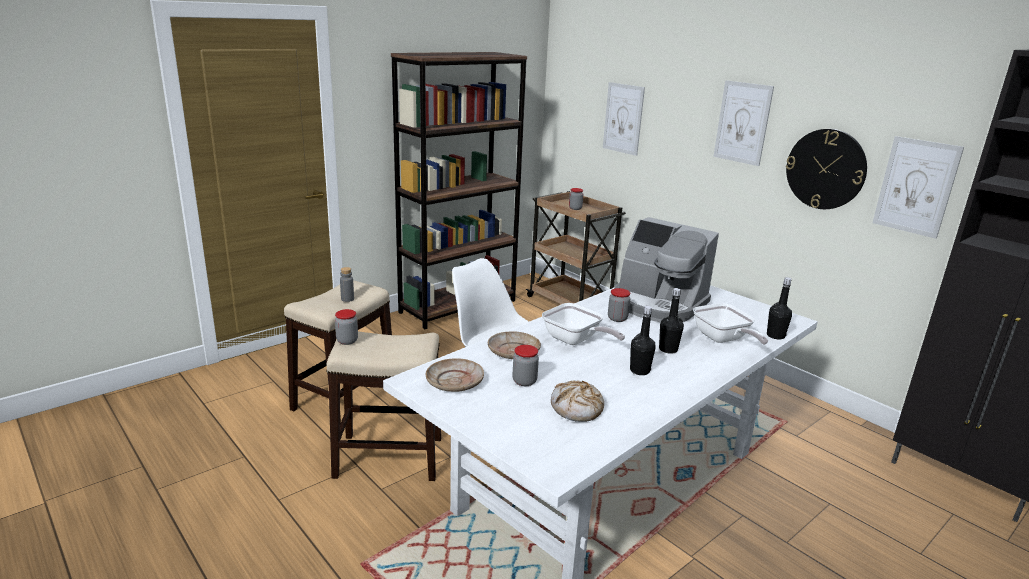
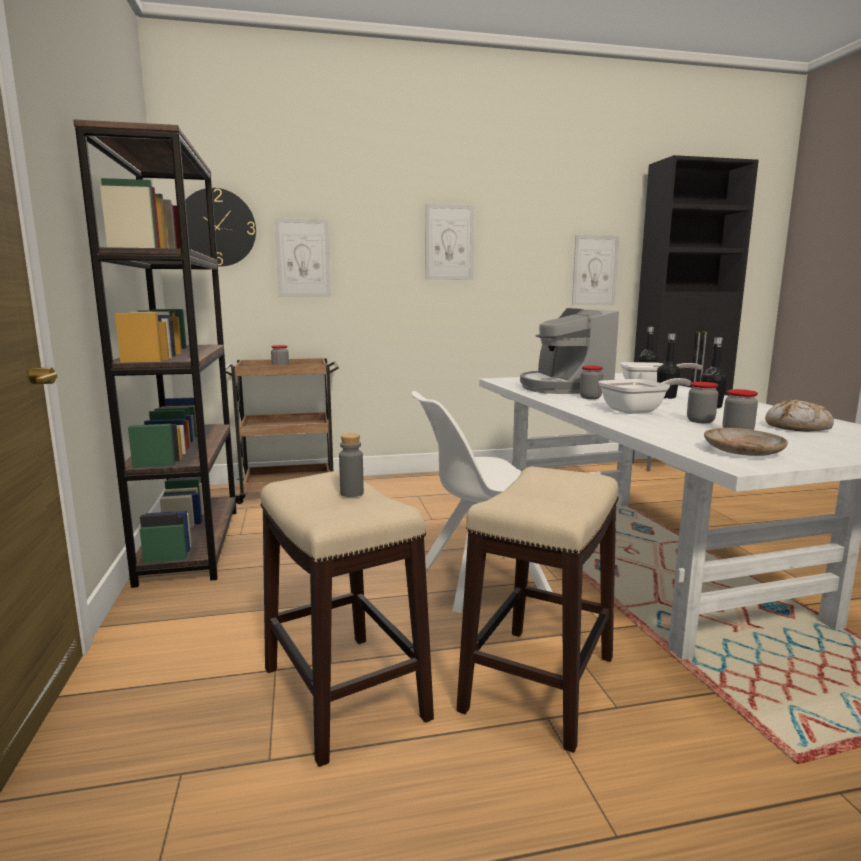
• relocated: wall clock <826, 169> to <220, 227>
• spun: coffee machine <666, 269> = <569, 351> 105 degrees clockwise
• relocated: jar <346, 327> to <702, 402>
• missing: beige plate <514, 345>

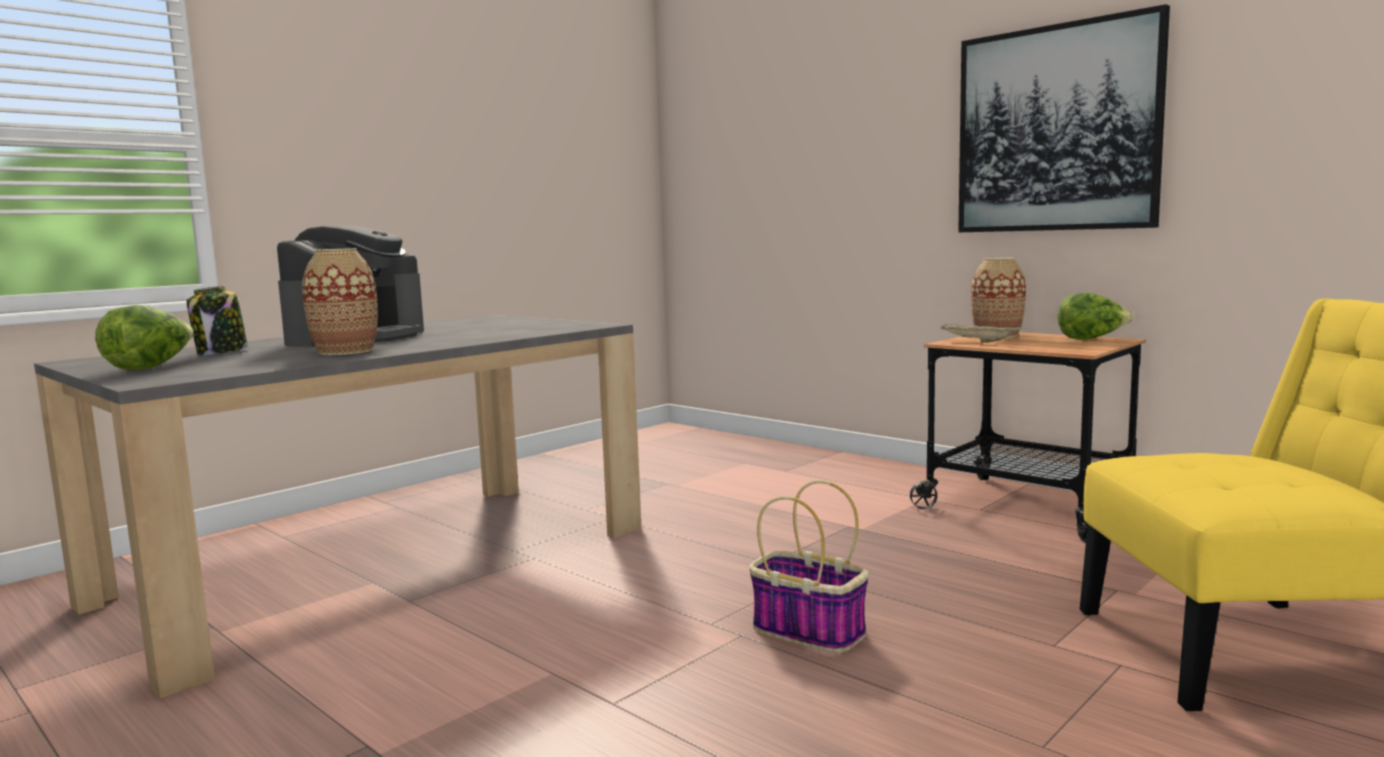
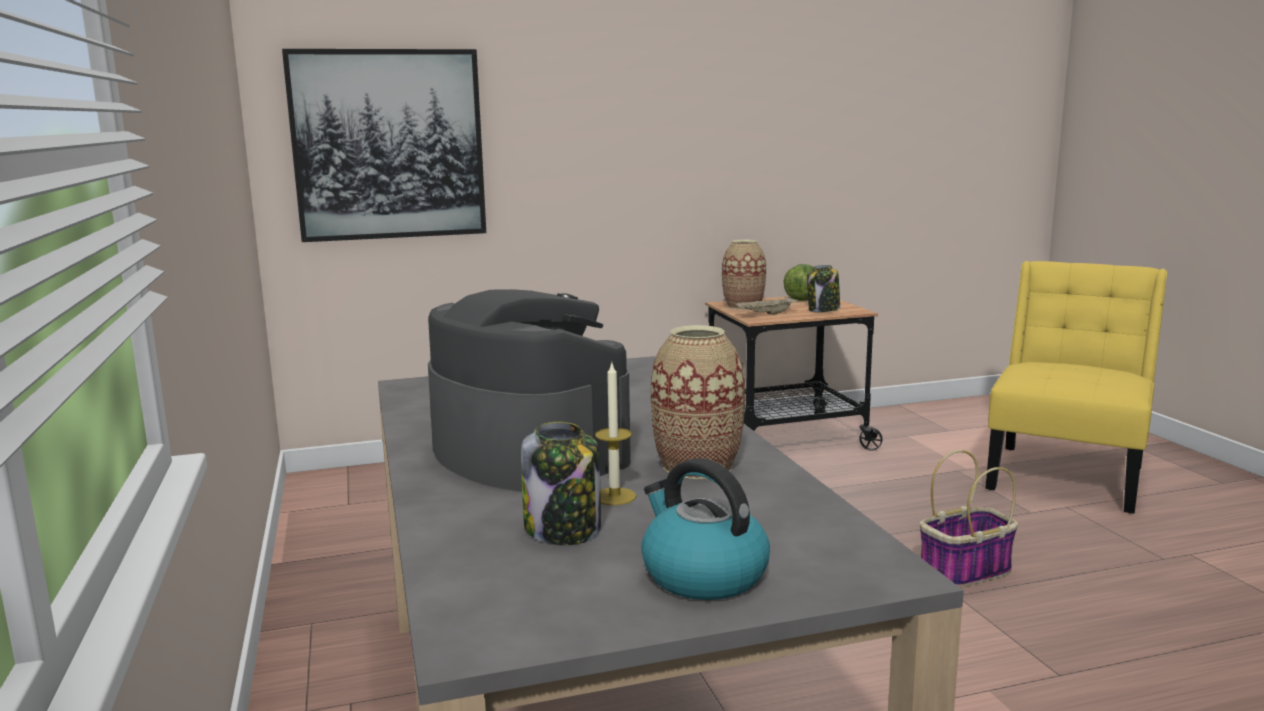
• relocated: picture <1064, 118> to <384, 145>
• exchanged: lettuce <144, 337> to kettle <705, 529>
• appeared: jar <823, 288>
• appeared: candle <615, 434>

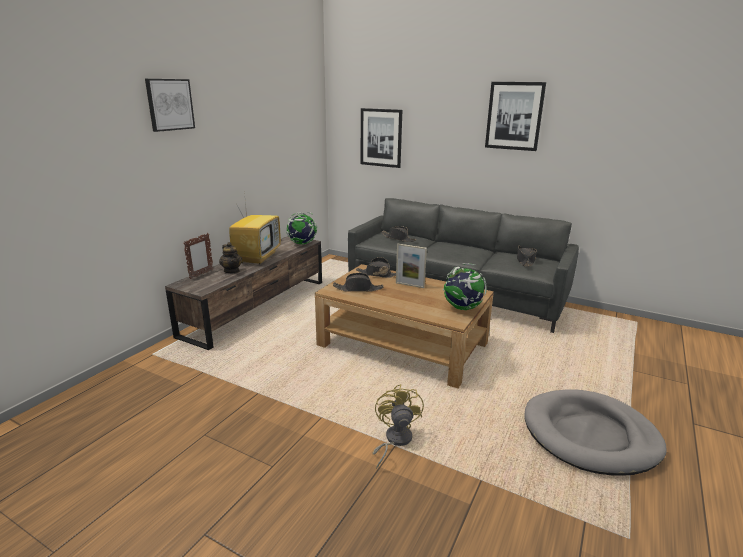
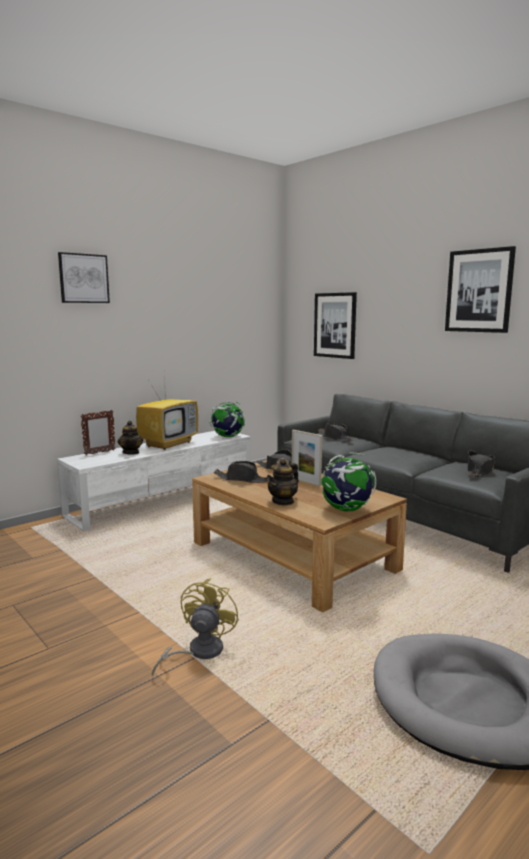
• colour: brown tv stand <243, 292> to white tv stand <154, 481>
• appeared: teapot <283, 482>

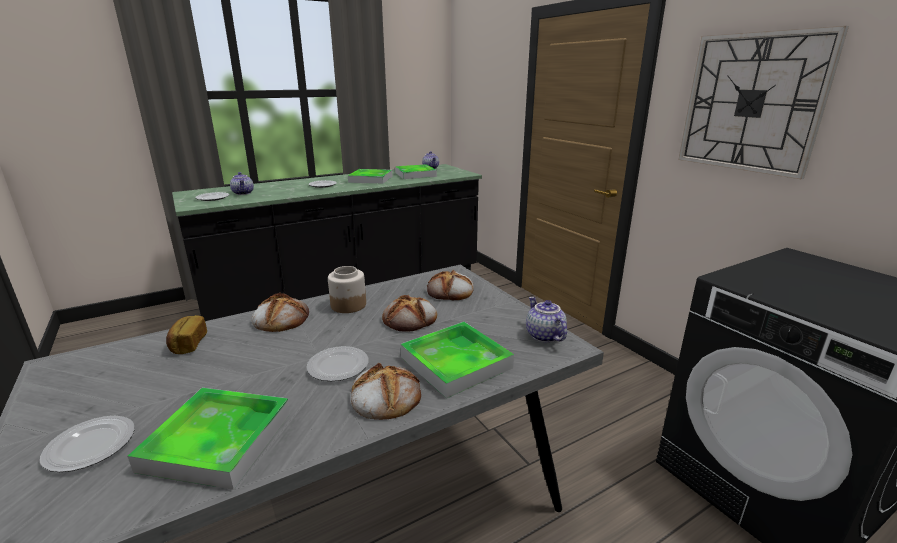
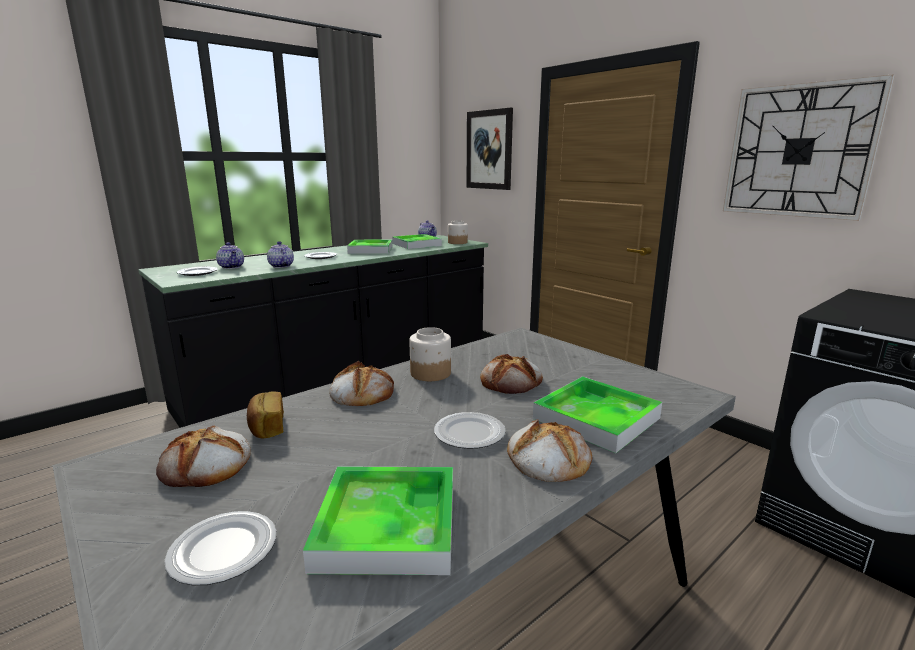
• relocated: bread <450, 285> to <203, 456>
• relocated: teapot <546, 319> to <280, 254>
• appeared: picture <490, 148>
• appeared: jar <458, 232>

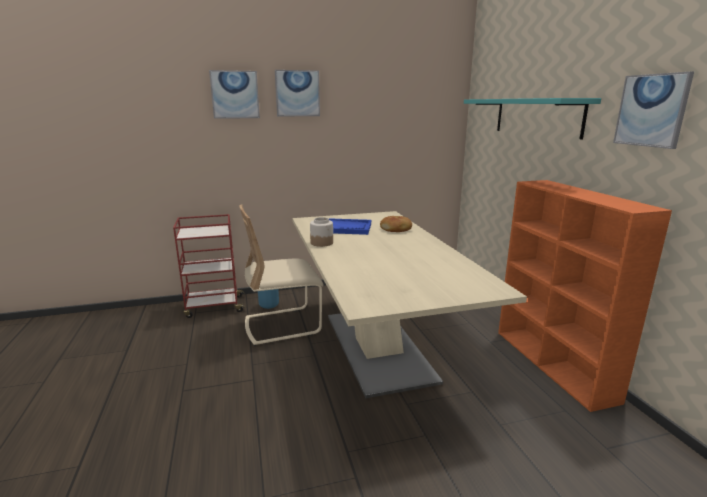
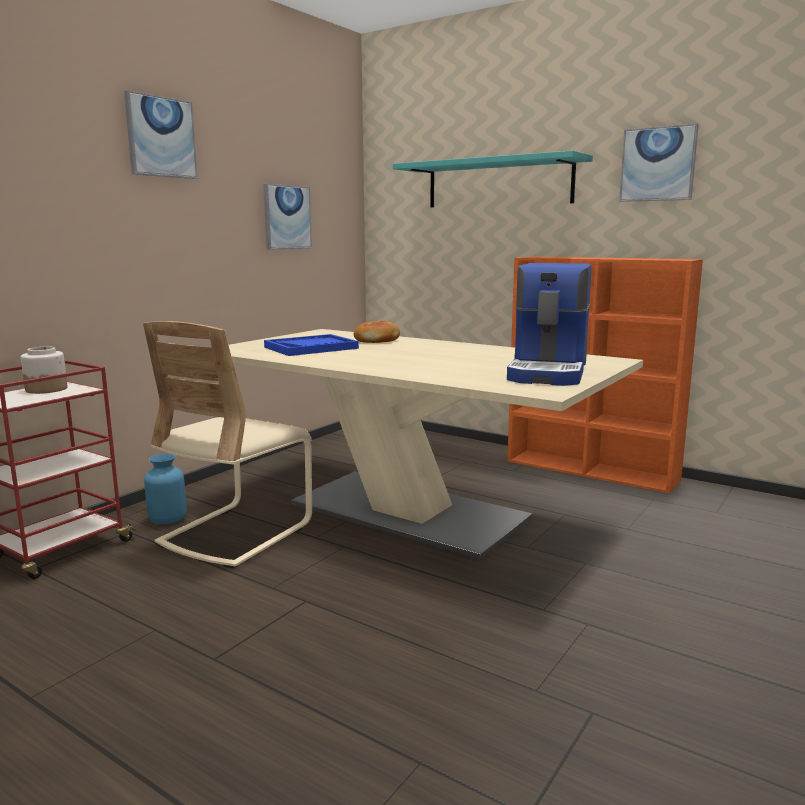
• relocated: picture <234, 94> to <287, 217>
• relocated: jar <321, 232> to <44, 370>
• appeared: coffee machine <549, 324>

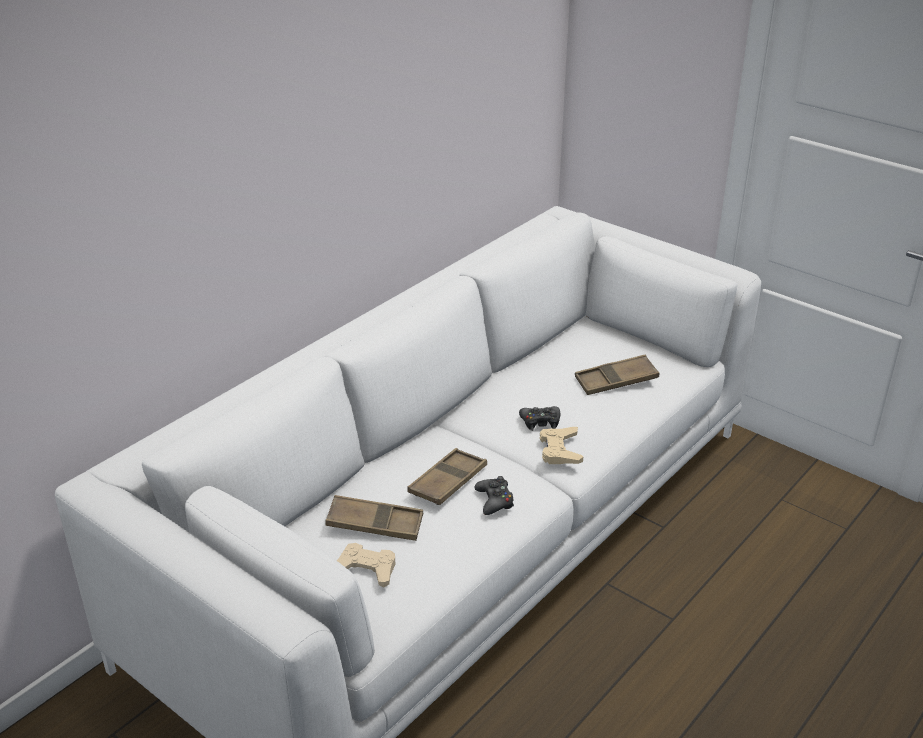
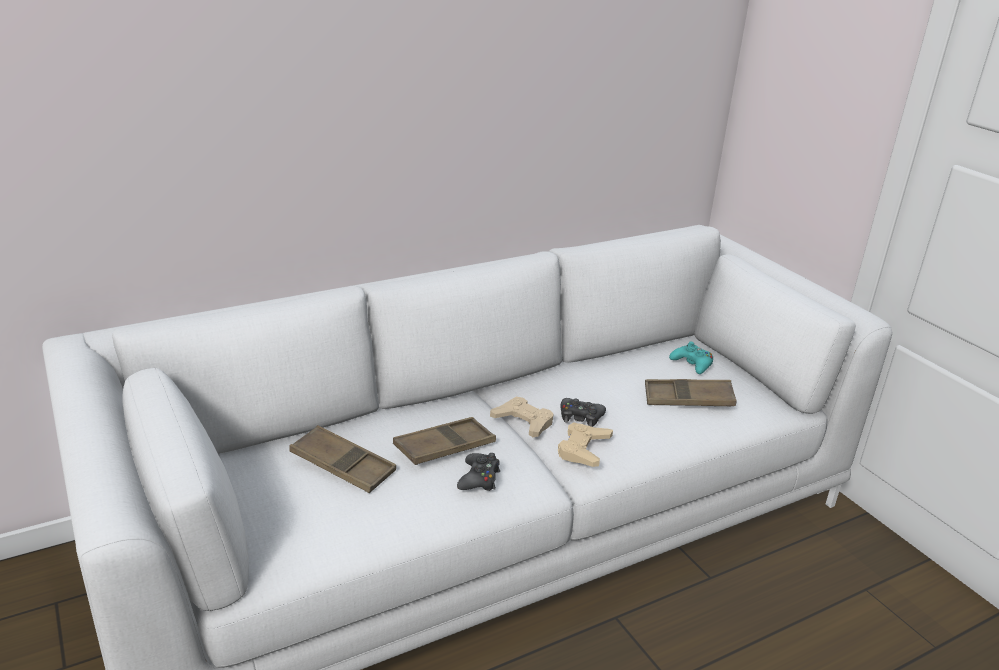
• relocated: beige game controller <366, 565> to <522, 417>
• appeared: turquoise game controller <691, 358>

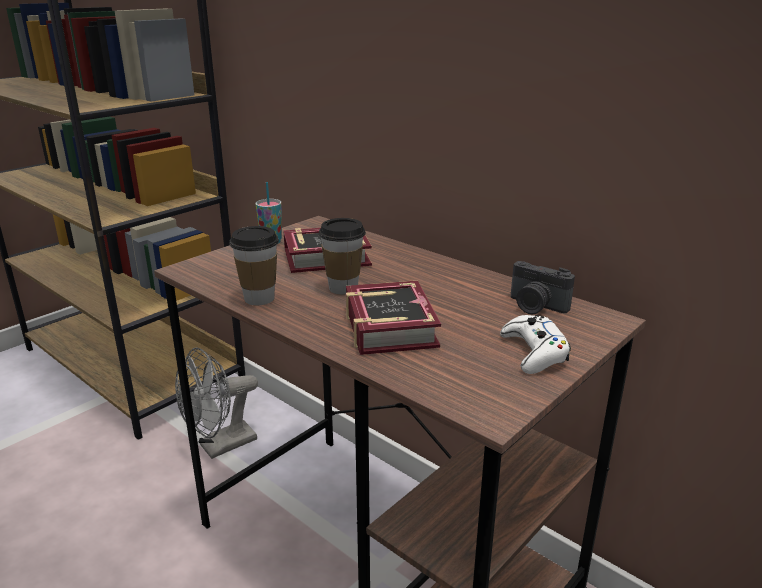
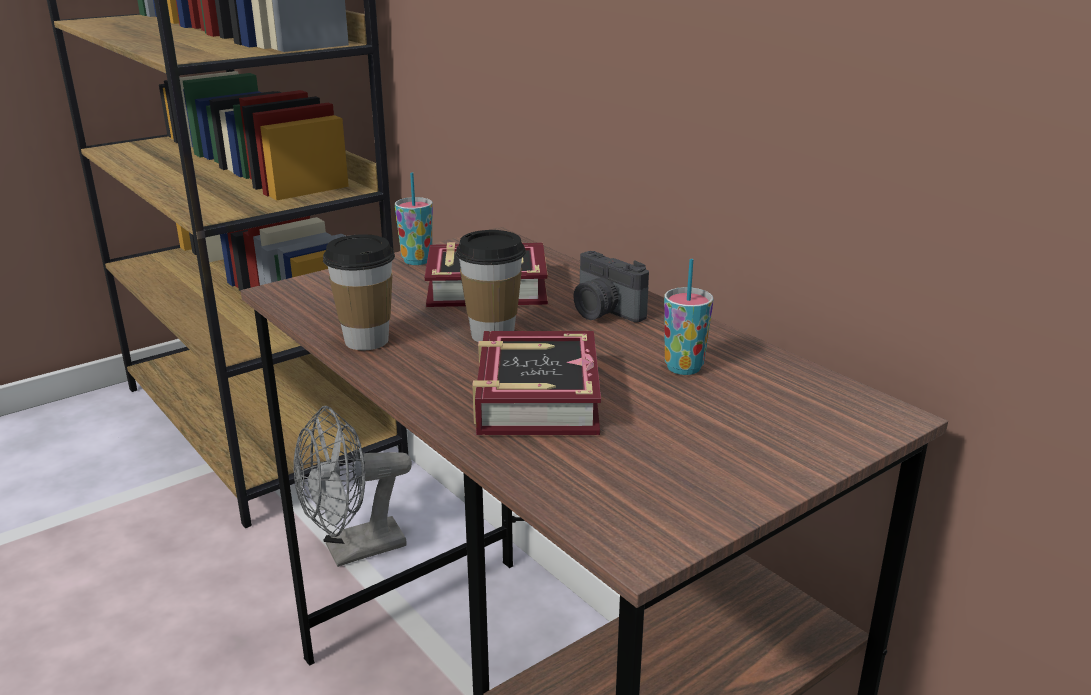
• relocated: photo camera <543, 287> to <611, 286>
• missing: white game controller <535, 344>
• appeared: cup <688, 317>

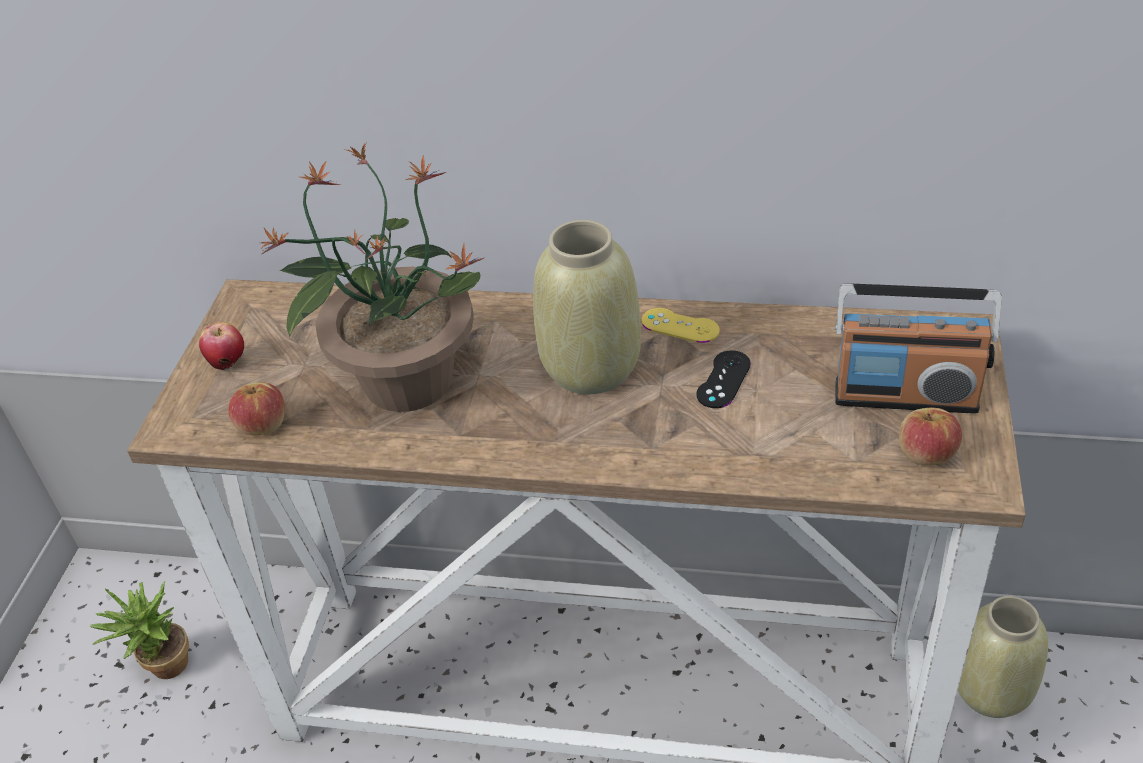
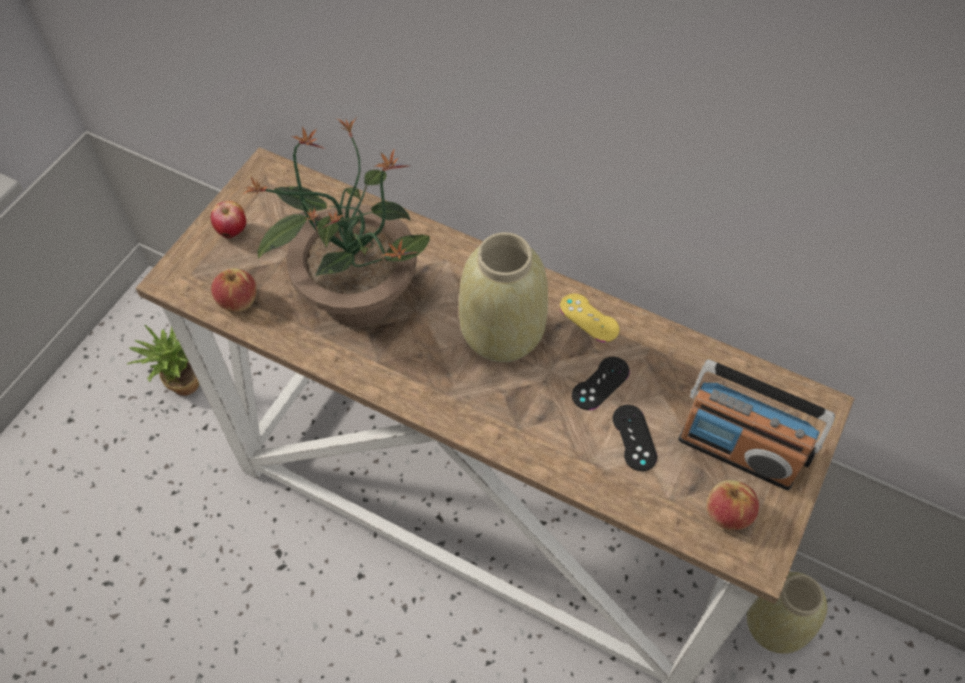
• appeared: black game controller <635, 438>

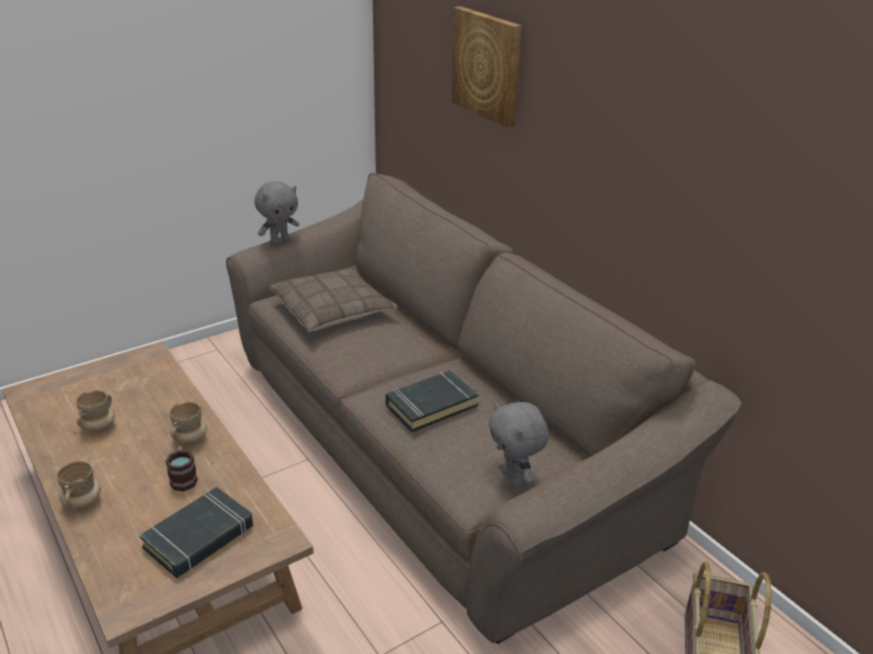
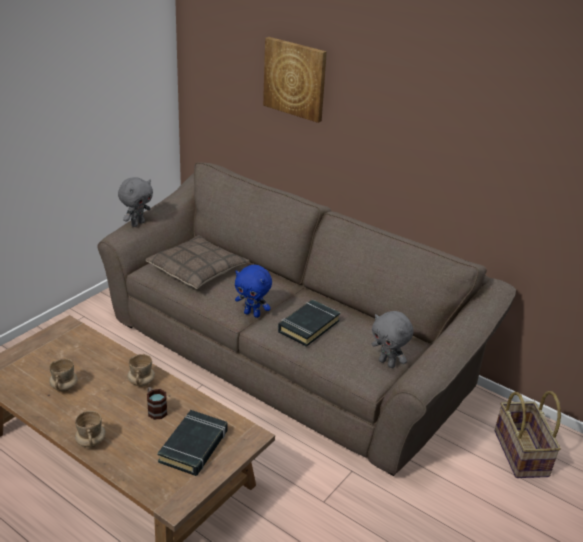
• appeared: blue plush toy <253, 291>

